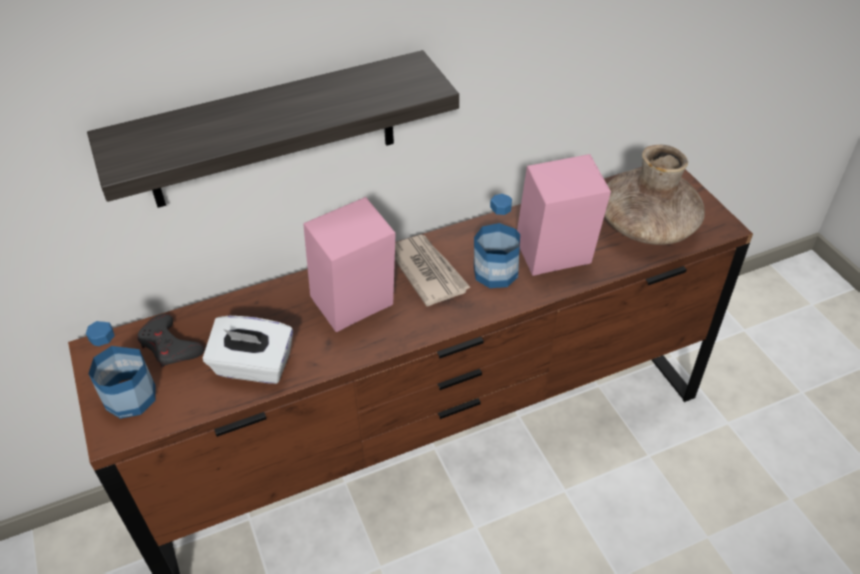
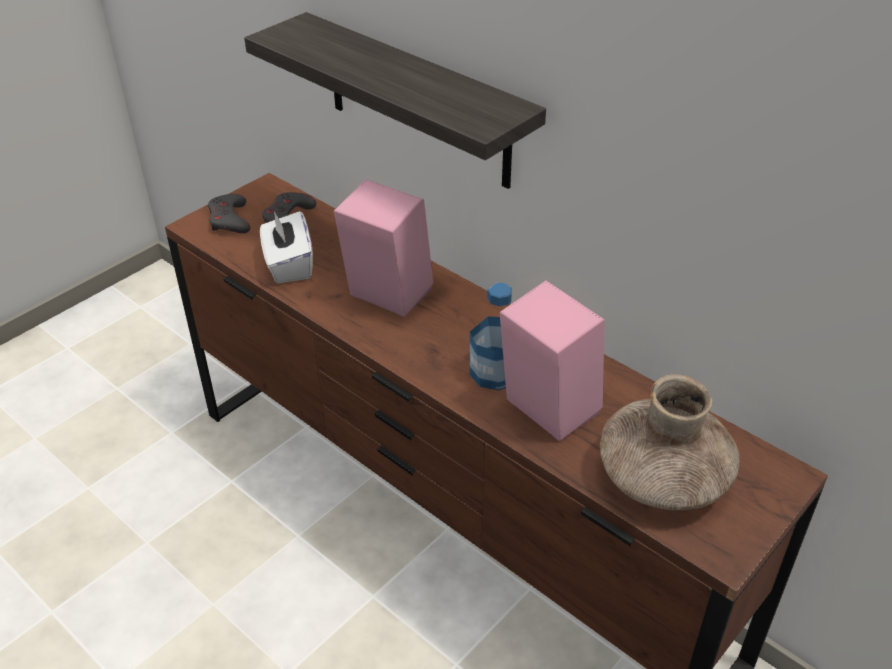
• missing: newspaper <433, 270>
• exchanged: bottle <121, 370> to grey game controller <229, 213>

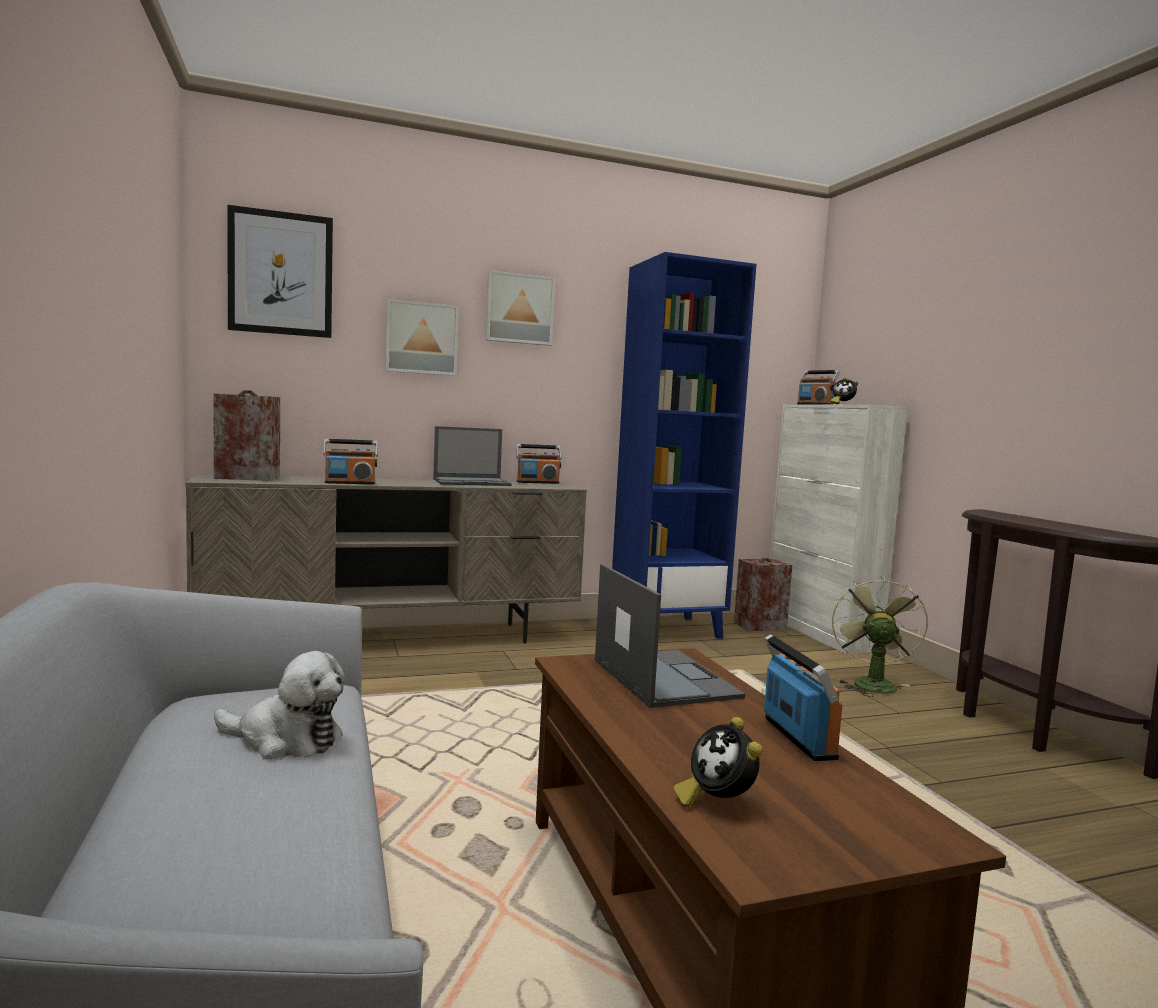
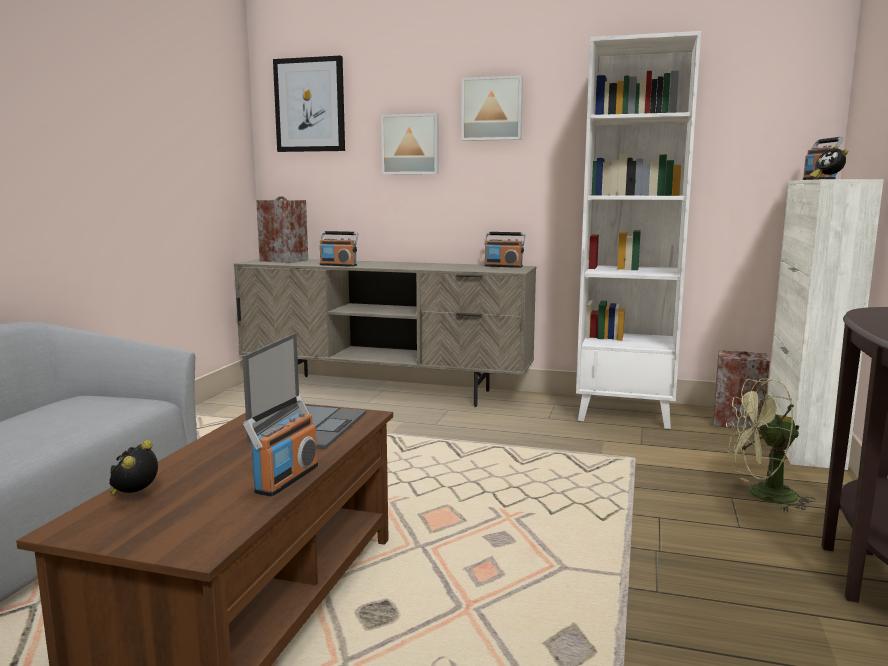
• colour: blue bookcase <684, 445> to white bookcase <638, 230>
• missing: laptop <472, 456>
• spun: green fan <880, 636> = <770, 445> 135 degrees counterclockwise
• missing: plush toy <279, 705>

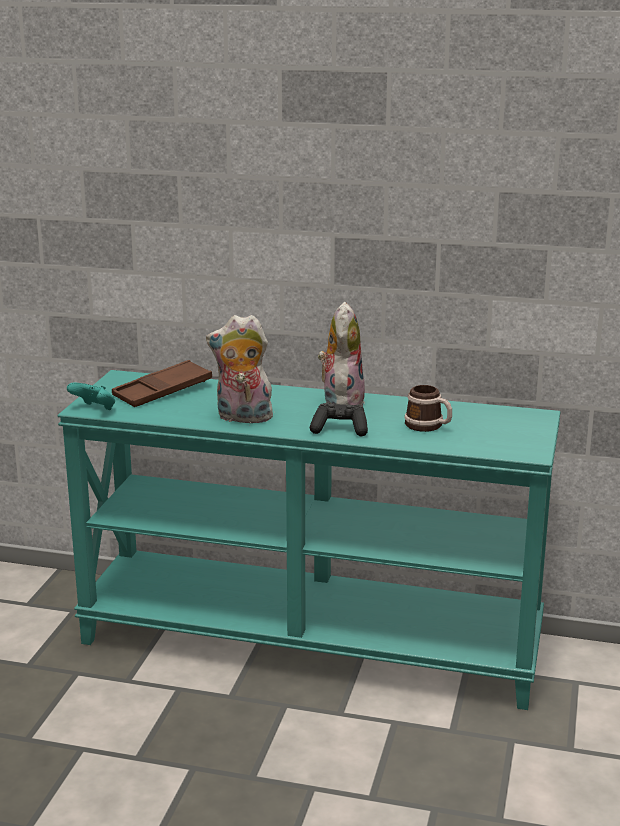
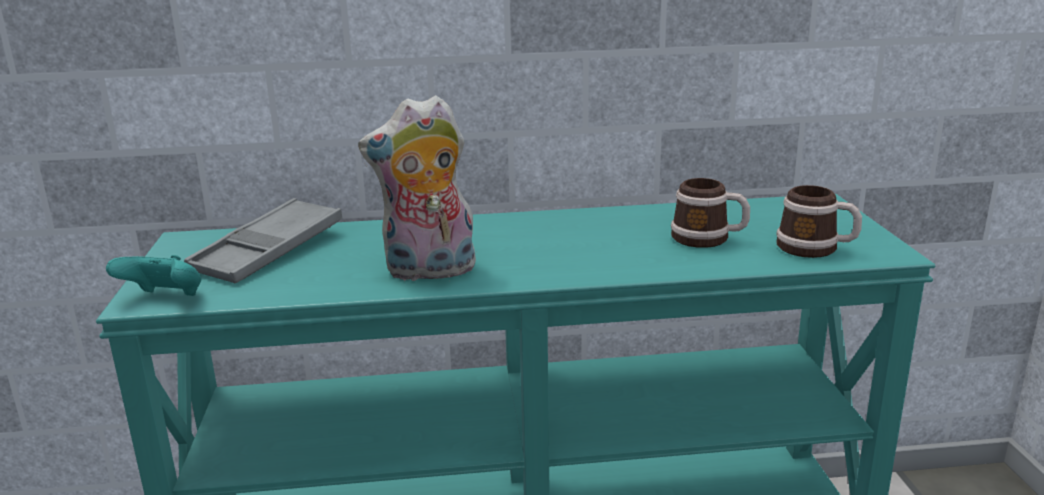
• missing: plush toy <341, 354>
• colour: brown tray <162, 383> to grey tray <263, 240>
• missing: black game controller <339, 419>
• appeared: mug <819, 221>

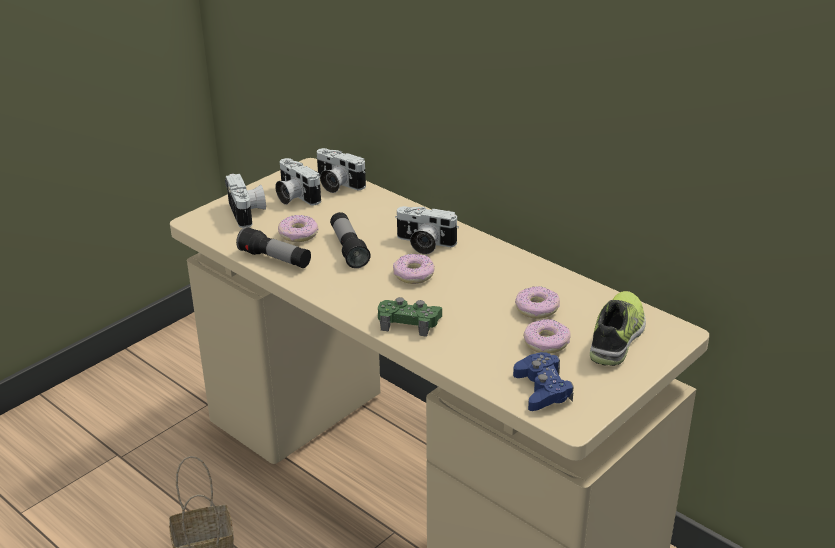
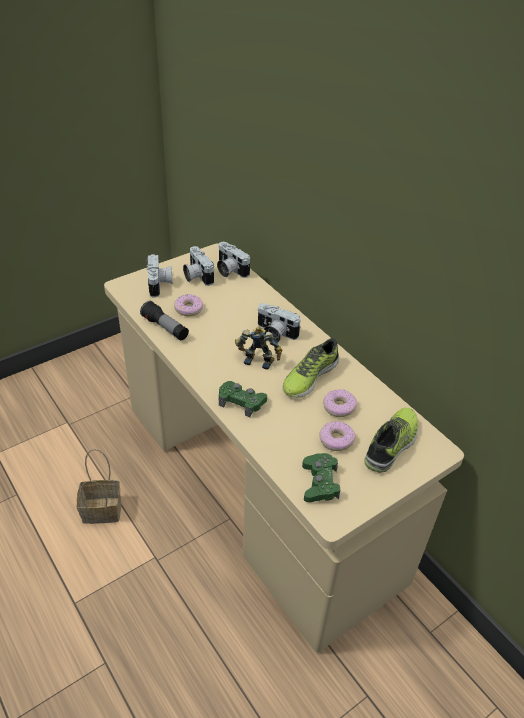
• missing: flashlight <350, 240>
• exchanged: donut <414, 269> to toy robot <258, 348>
• colour: blue game controller <543, 381> to green game controller <321, 477>
• appeared: shoe <310, 368>

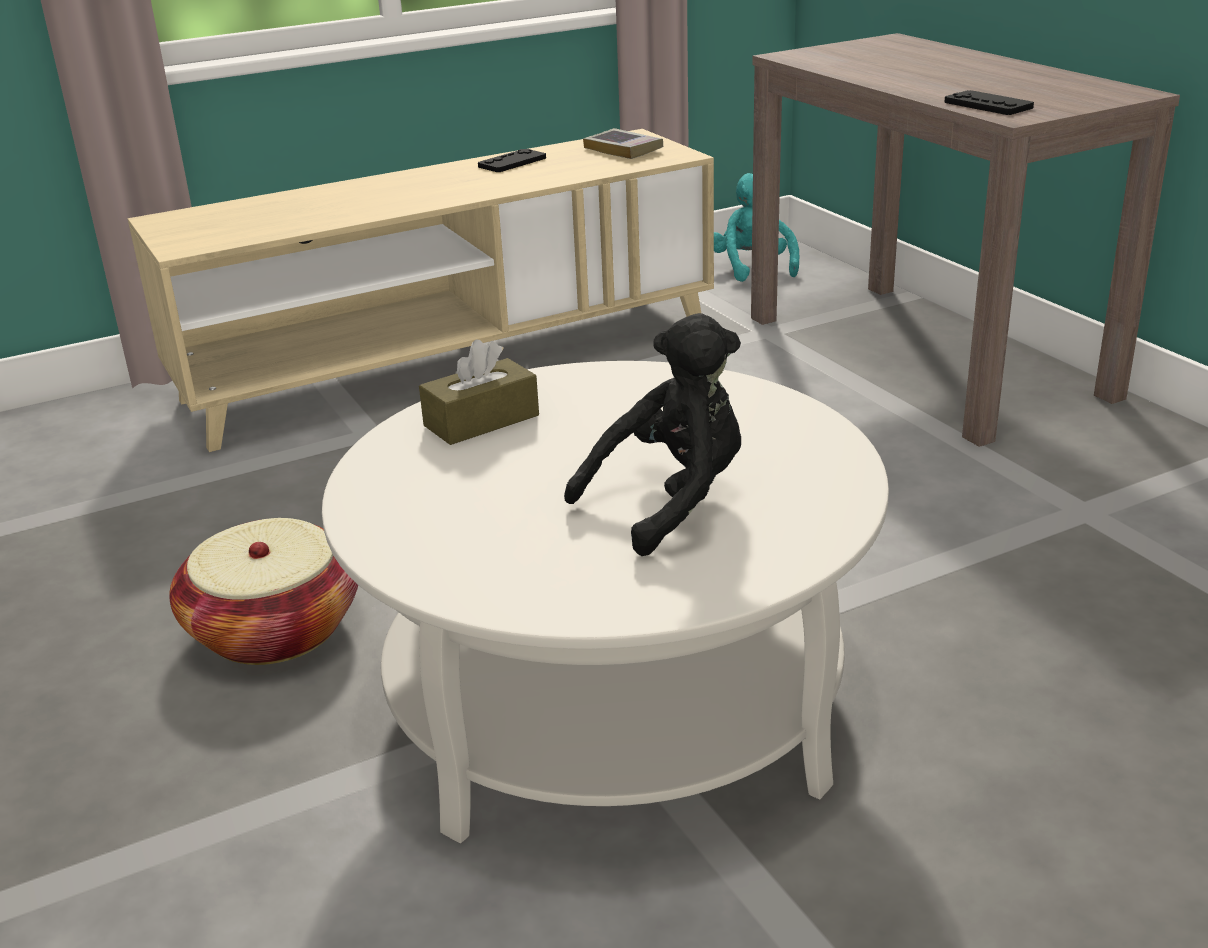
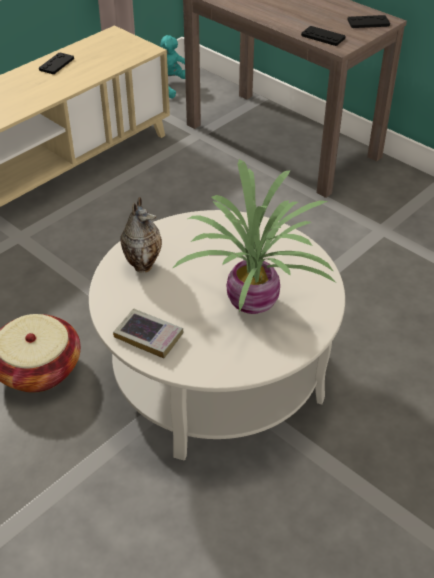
• relocated: book <623, 143> to <148, 333>
• exchanged: black plush toy <652, 434> to potted plant <253, 236>
• exchanged: brown tissue box <479, 392> to vase <141, 235>
• appeared: black game controller <369, 21>

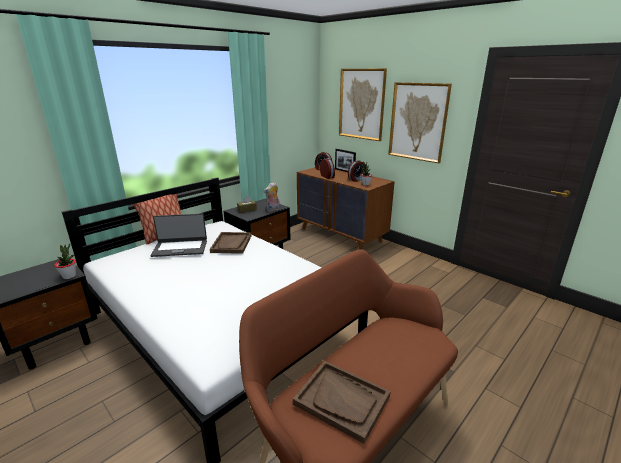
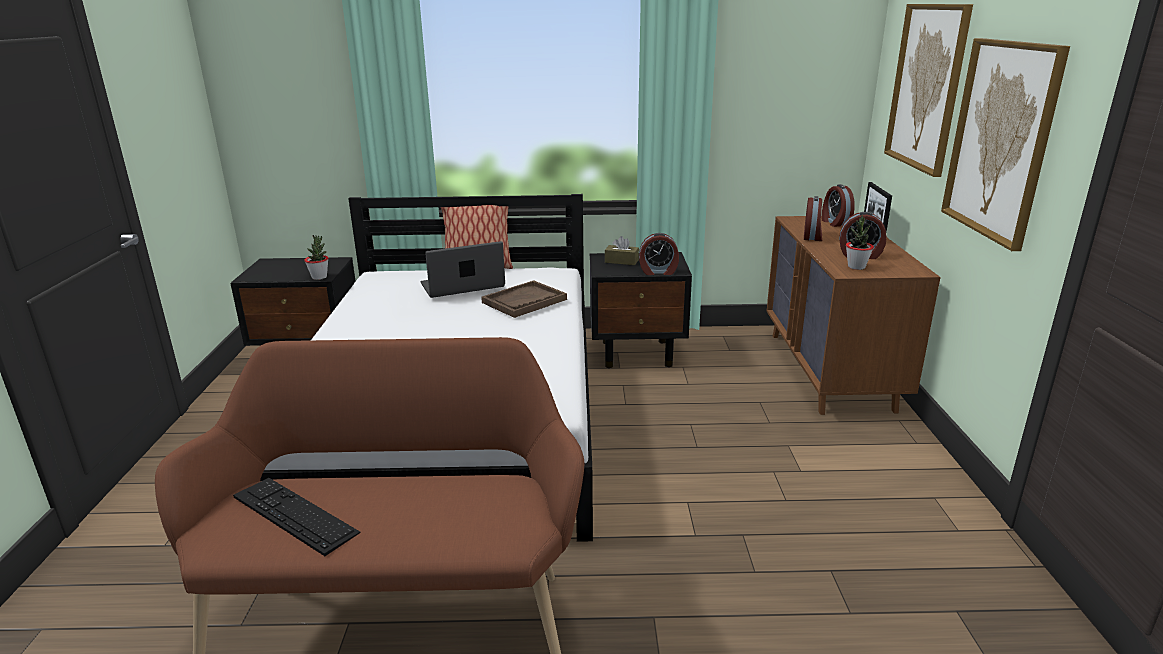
• exchanged: plush toy <272, 196> to alarm clock <659, 254>
• spun: laptop <179, 235> = <463, 269> 120 degrees clockwise
• exchanged: brown tray <342, 402> to keyboard <297, 517>

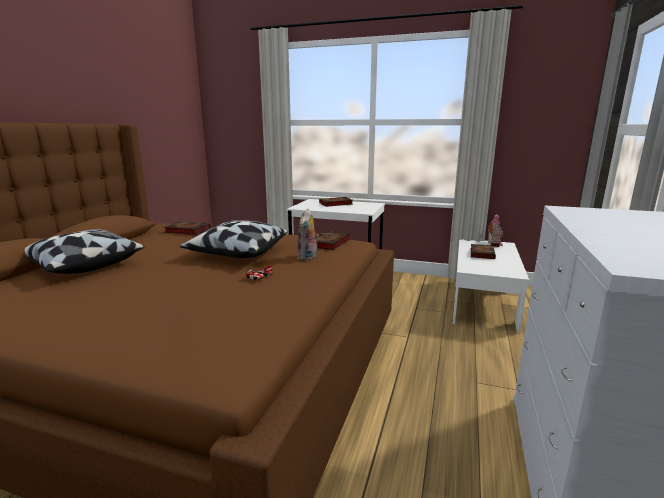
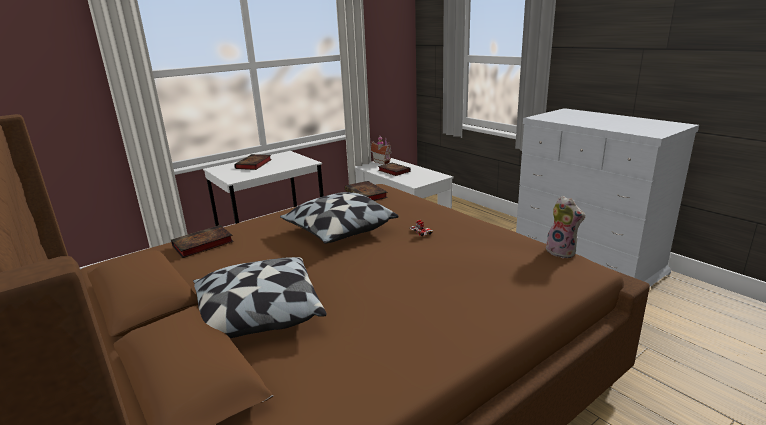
• relocated: plush toy <308, 235> to <565, 227>

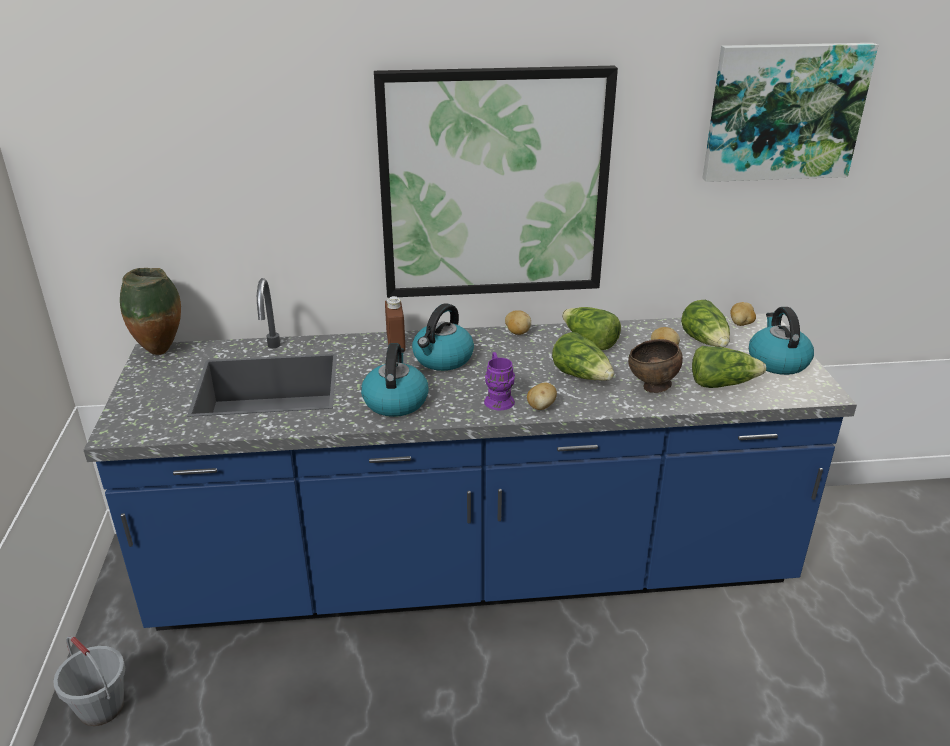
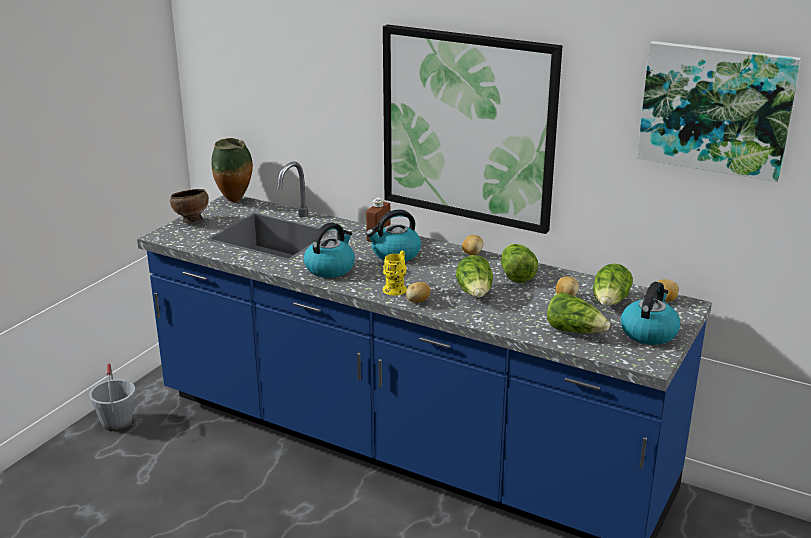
• relocated: brown bowl <655, 366> to <189, 206>
• colour: purple mug <499, 381> to yellow mug <395, 272>

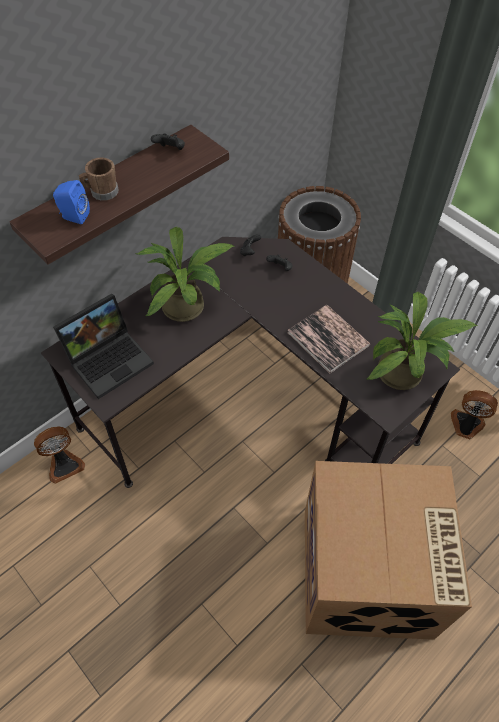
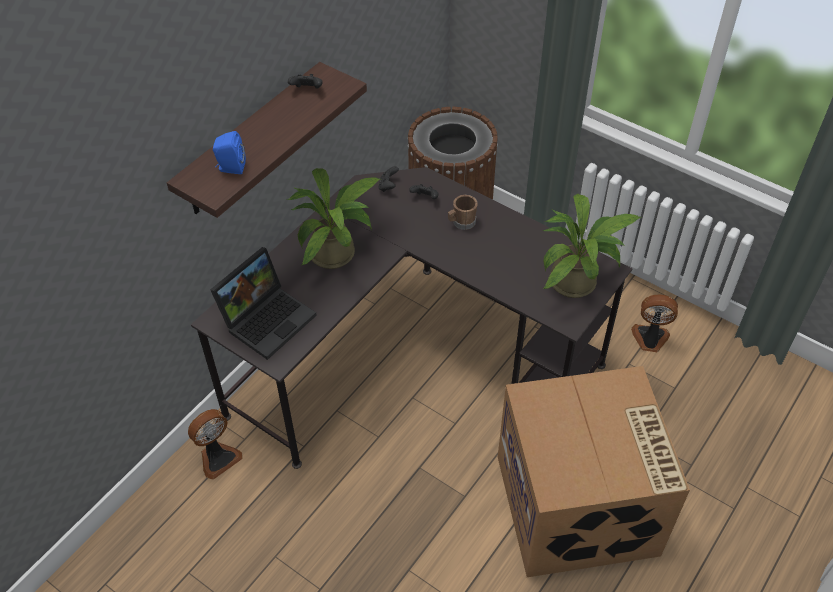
• relocated: brown mug <99, 179> to <463, 212>
• missing: book <328, 339>

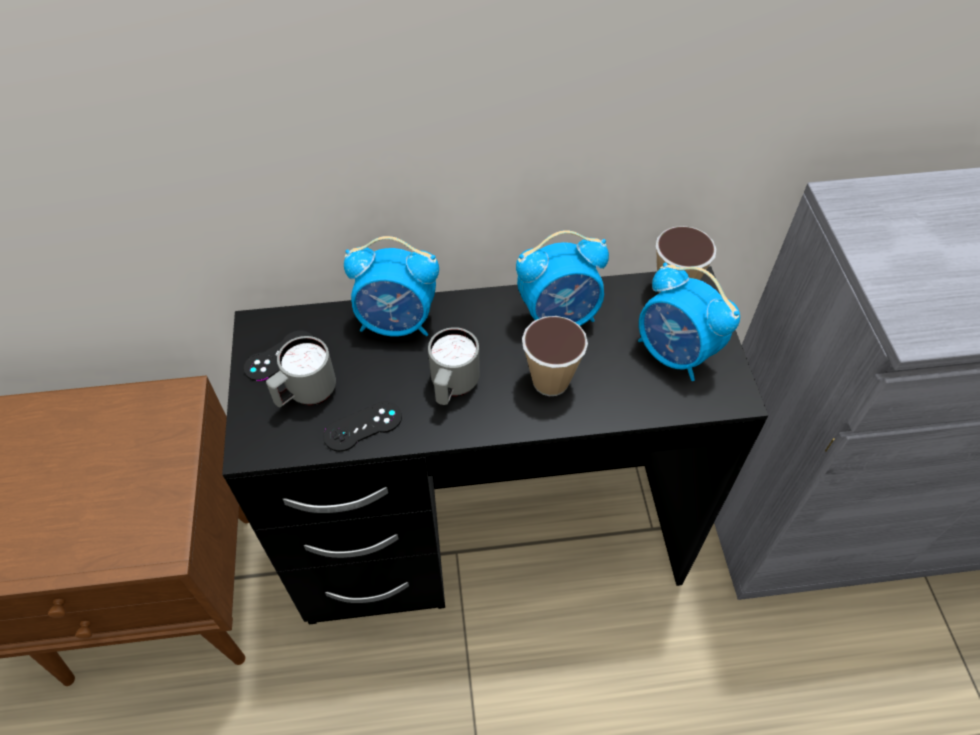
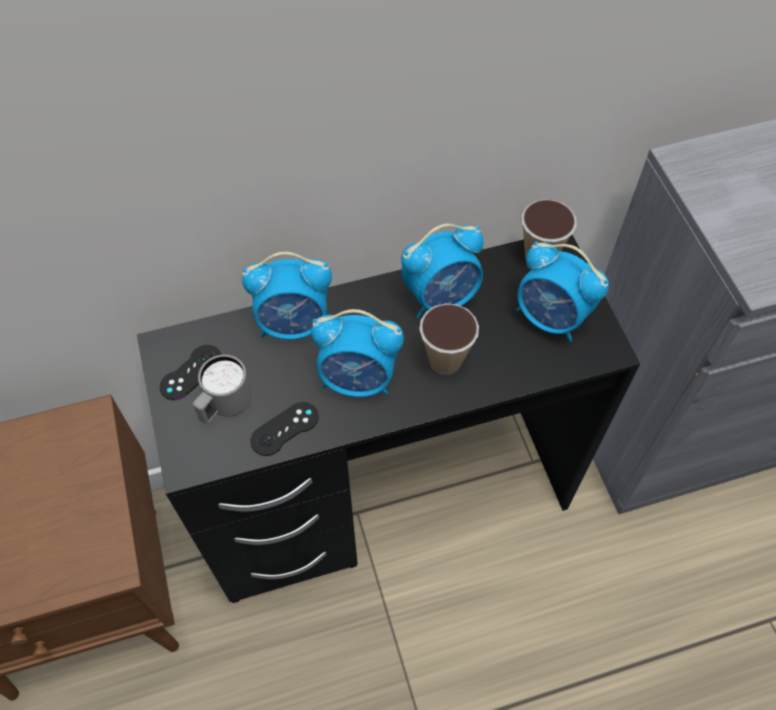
• exchanged: grey mug <454, 366> to alarm clock <357, 353>

